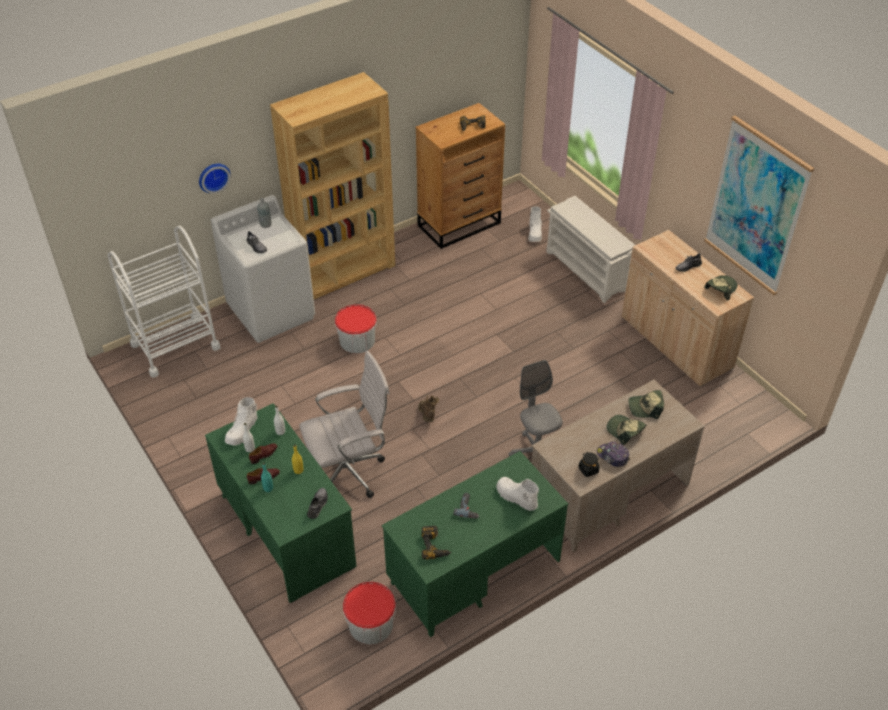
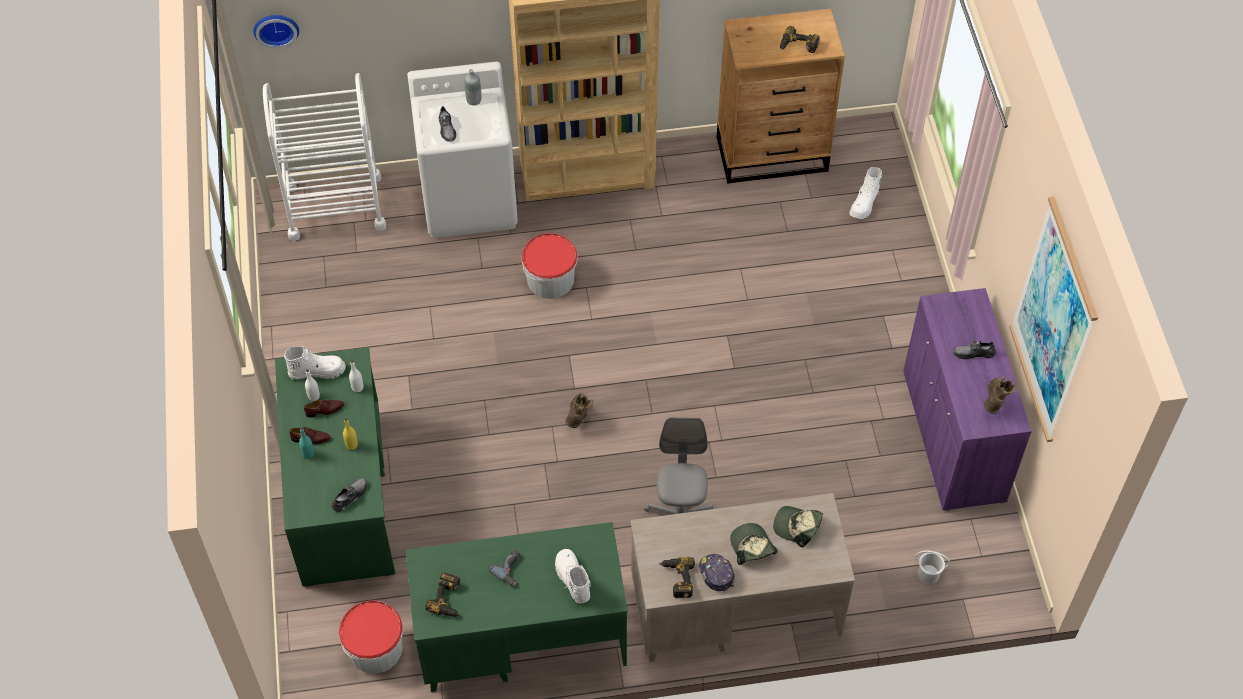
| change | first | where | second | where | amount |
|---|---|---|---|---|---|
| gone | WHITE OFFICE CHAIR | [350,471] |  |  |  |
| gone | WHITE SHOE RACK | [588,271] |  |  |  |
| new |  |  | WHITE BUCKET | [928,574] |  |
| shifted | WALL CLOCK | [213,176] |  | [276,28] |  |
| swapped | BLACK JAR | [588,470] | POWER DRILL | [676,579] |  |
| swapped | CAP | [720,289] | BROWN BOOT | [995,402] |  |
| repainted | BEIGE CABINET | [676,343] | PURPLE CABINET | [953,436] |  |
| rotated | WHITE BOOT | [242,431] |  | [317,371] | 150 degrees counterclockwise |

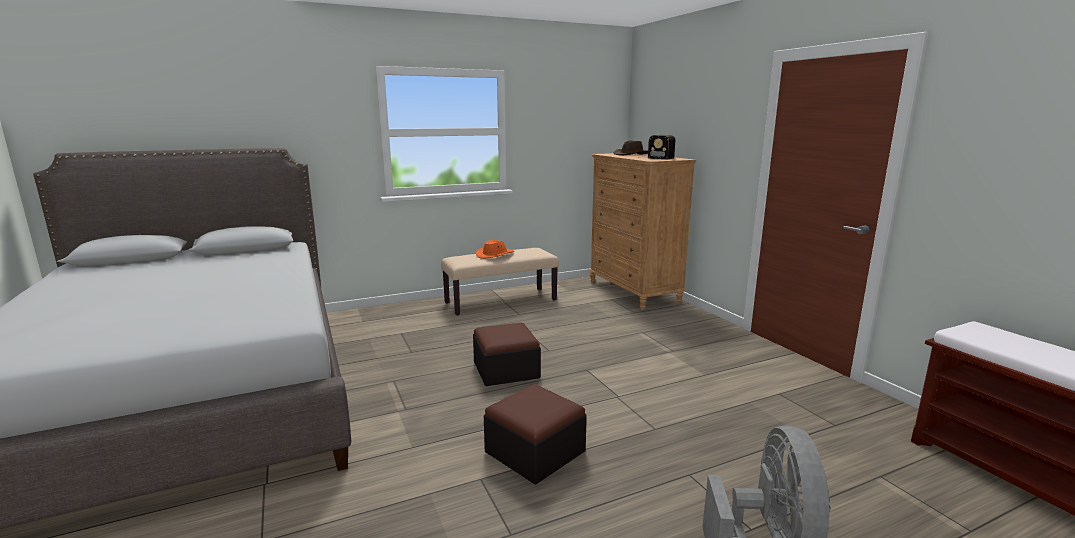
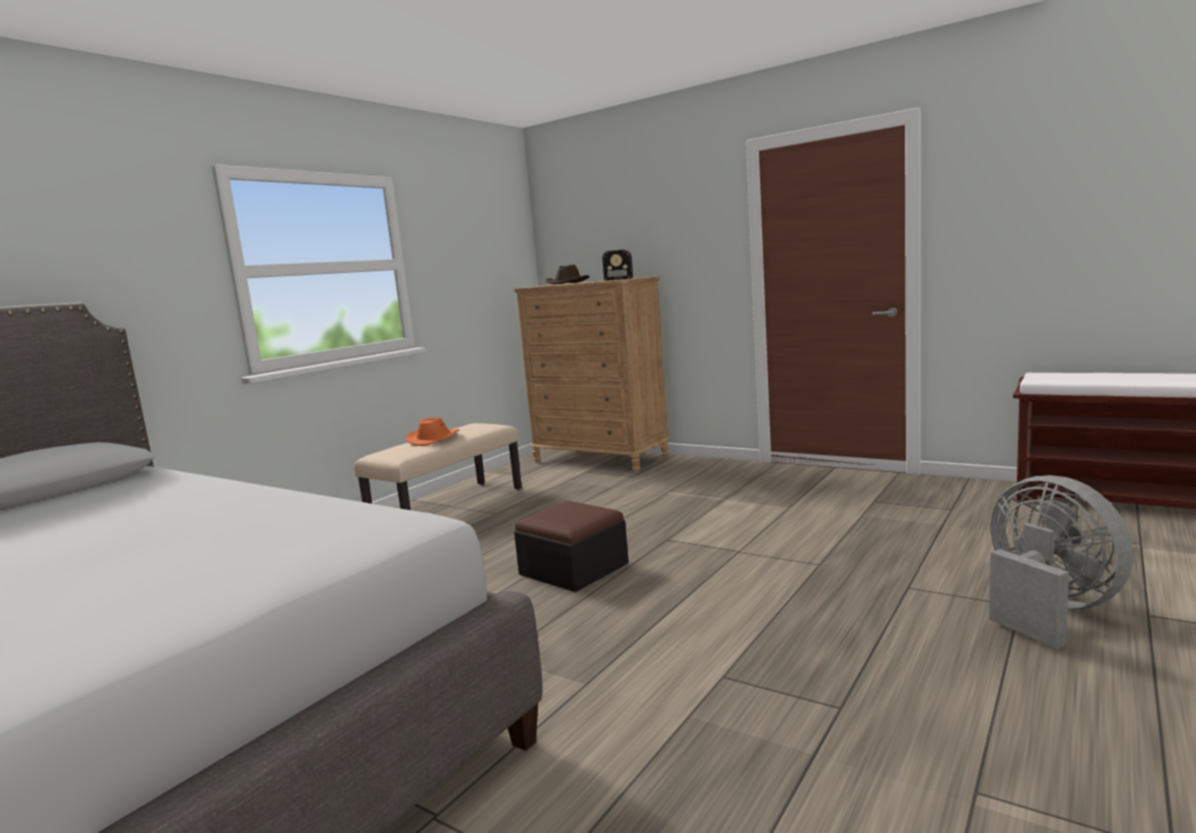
| change | first | where | second | where | amount |
|---|---|---|---|---|---|
| gone | OTTOMAN | [535,452] |  |  |  |

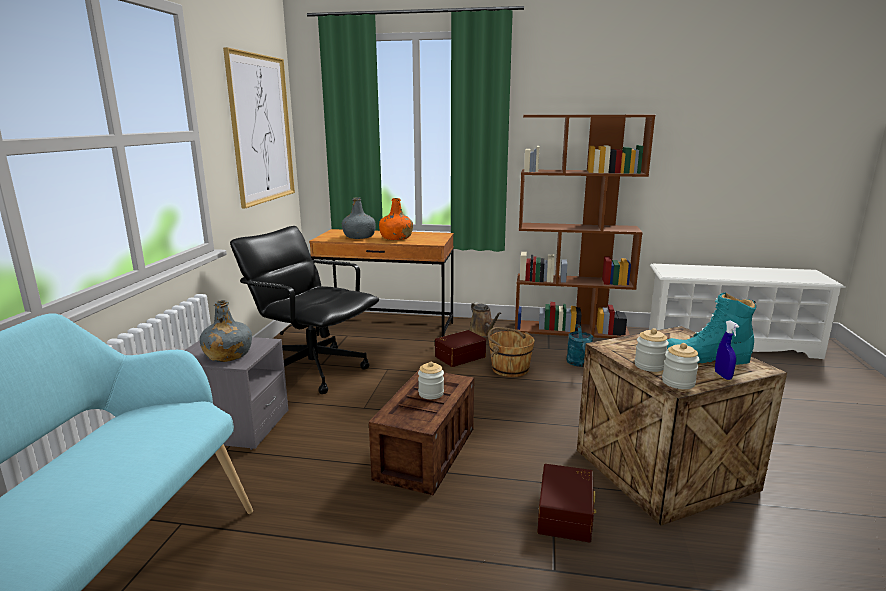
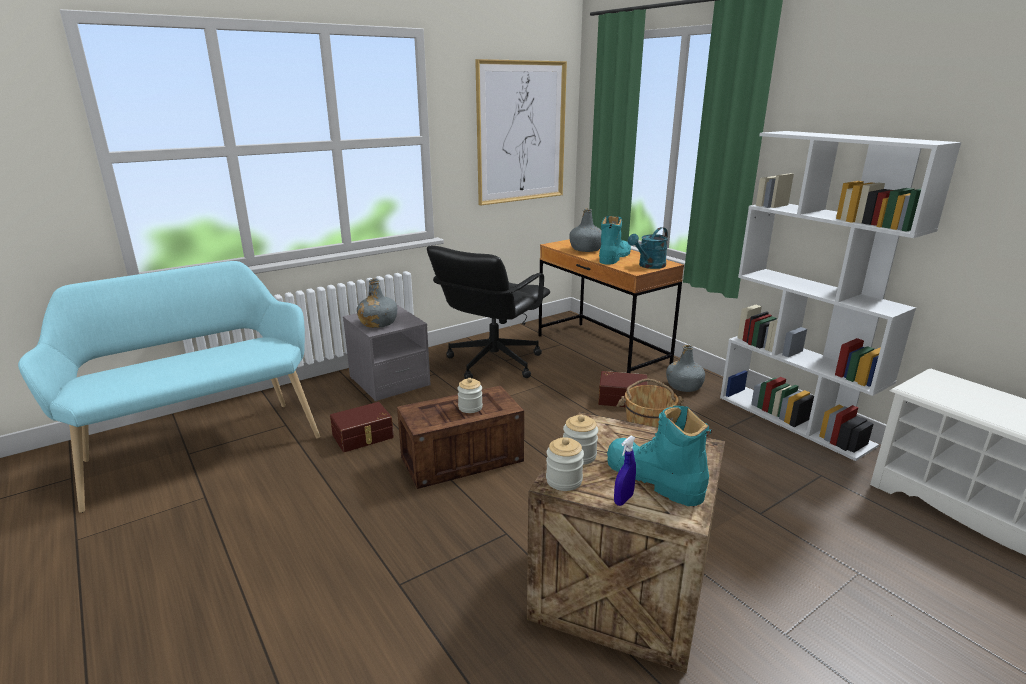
| change | first | where | second | where | amount |
|---|---|---|---|---|---|
| shifted | BROWN STORAGE BOX | [567,514] |  | [363,437] |  |
| shifted | TURQUOISE WATERING CAN | [580,363] |  | [649,266] |  |
| swapped | ORANGE BOTTLE | [396,238] | TURQUOISE BOOT | [614,257] |  |
| swapped | BROWN WATERING CAN | [483,333] | GREY BOTTLE | [684,386] |  |
| repainted | BROWN BOOKCASE | [571,330] | WHITE BOOKCASE | [794,420] |  |
| rotated | BLACK OFFICE CHAIR | [313,370] |  | [492,362] | 135 degrees counterclockwise |

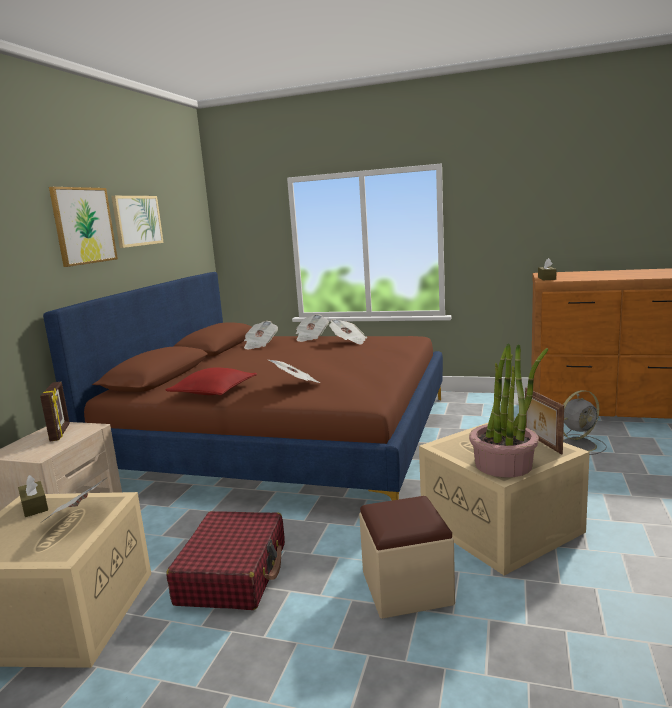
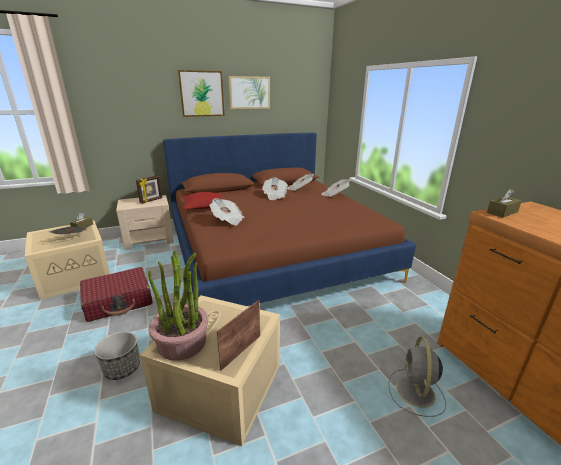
| change | first | where | second | where | amount |
|---|---|---|---|---|---|
| shifted | NEWSPAPER | [349,341] |  | [274,196] |  |
| swapped | BEIGE OTTOMAN | [406,588] | PLANTER | [122,368] |  |
| rotated | GREY FAN | [579,445] |  | [415,392] | 75 degrees clockwise |

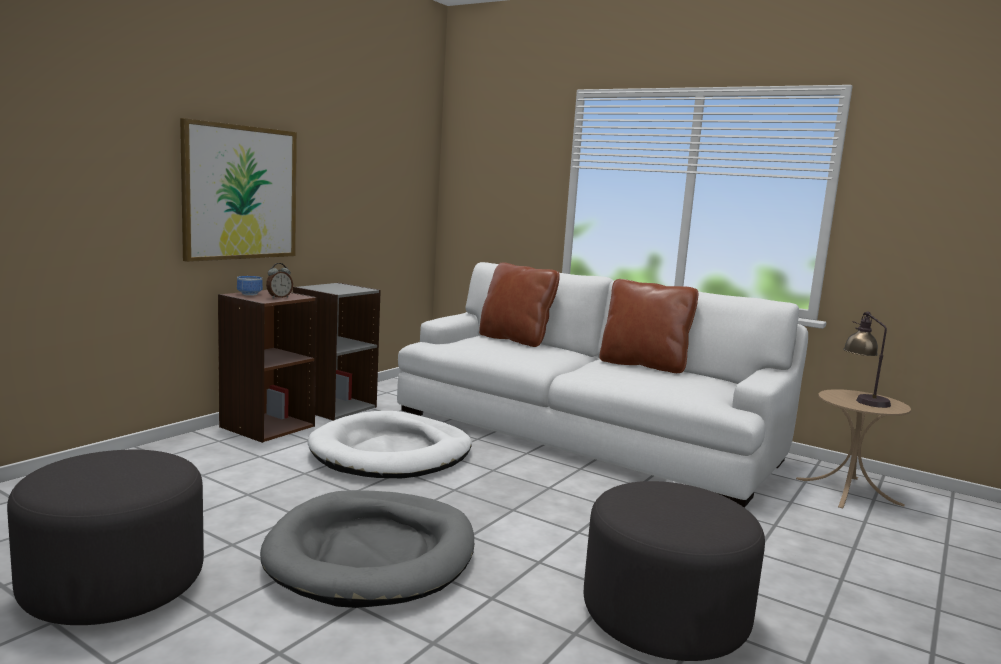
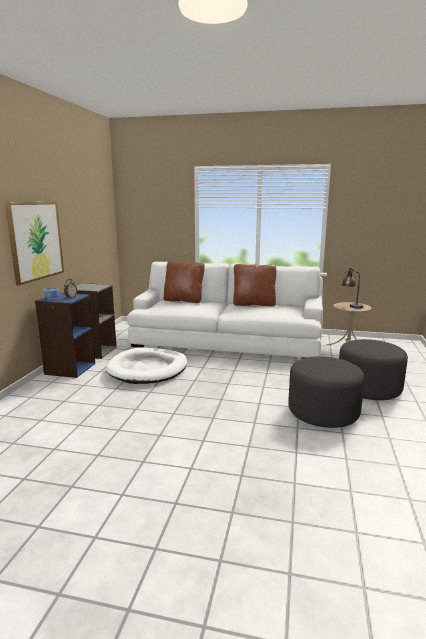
| change | first | where | second | where | amount |
|---|---|---|---|---|---|
| gone | GREY DOG BED | [372,554] |  |  |  |
| shifted | GREY OTTOMAN | [114,584] |  | [368,388] |  |
| repainted | BROWN BOOKCASE | [267,426] | BLUE BOOKCASE | [69,368] |  |

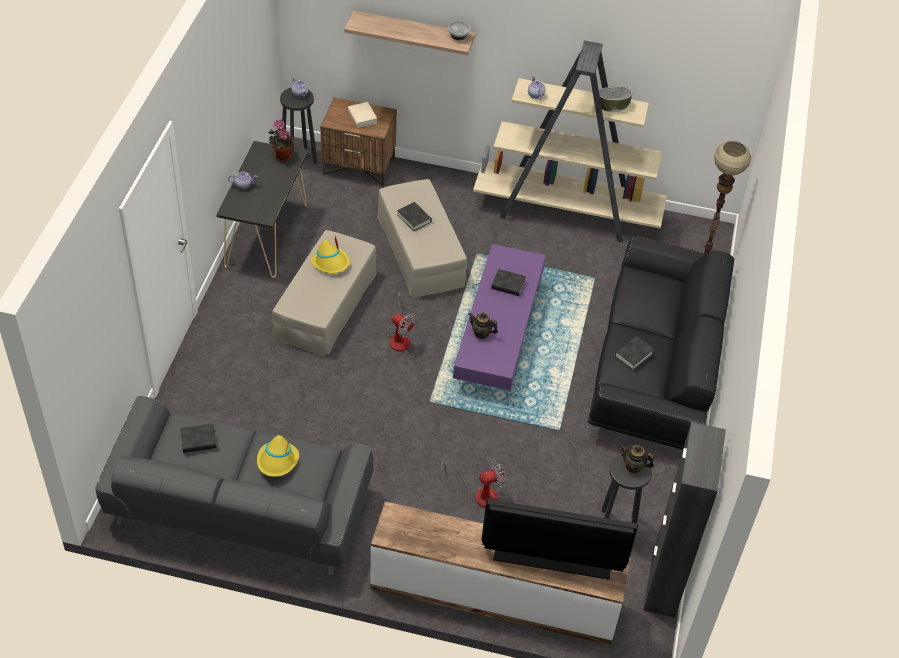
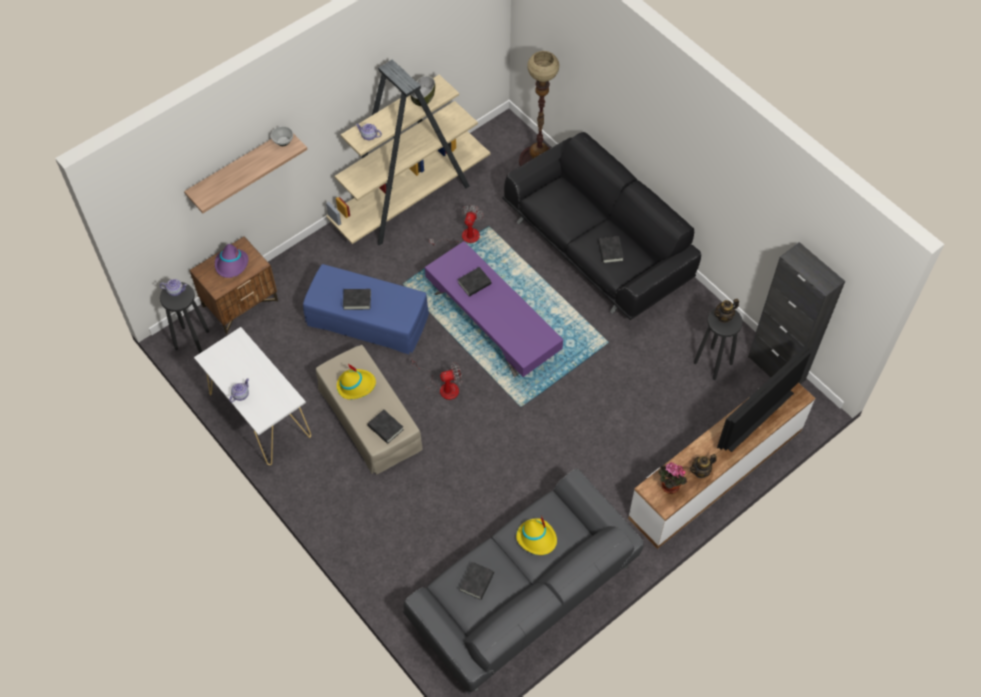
| change | first | where | second | where | amount |
|---|---|---|---|---|---|
| new |  |  | BLACK BOOK | [385,428] |  |
| shifted | POTTED PLANT | [282,156] |  | [668,486] |  |
| shifted | FAN | [479,494] |  | [464,238] |  |
| shifted | TEAPOT | [481,333] |  | [701,471] |  |
| swapped | BEIGE BOOK | [362,117] | PURPLE HAT | [231,265] |  |
| repainted | BLACK CONSOLE TABLE | [266,235] | WHITE CONSOLE TABLE | [259,414] |  |
| repainted | BEIGE OTTOMAN | [421,250] | BLUE OTTOMAN | [367,318] |  |

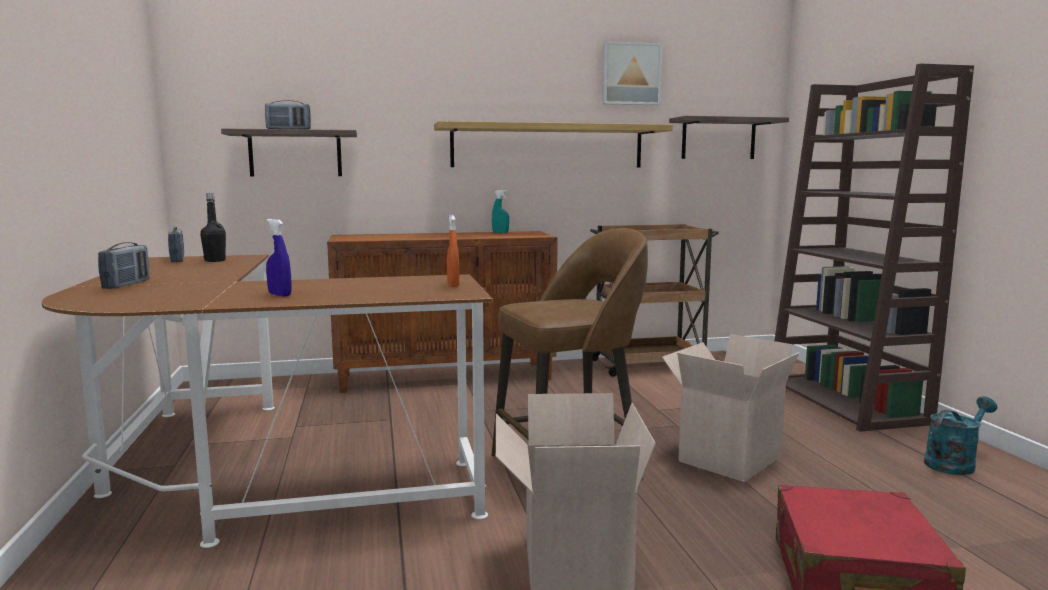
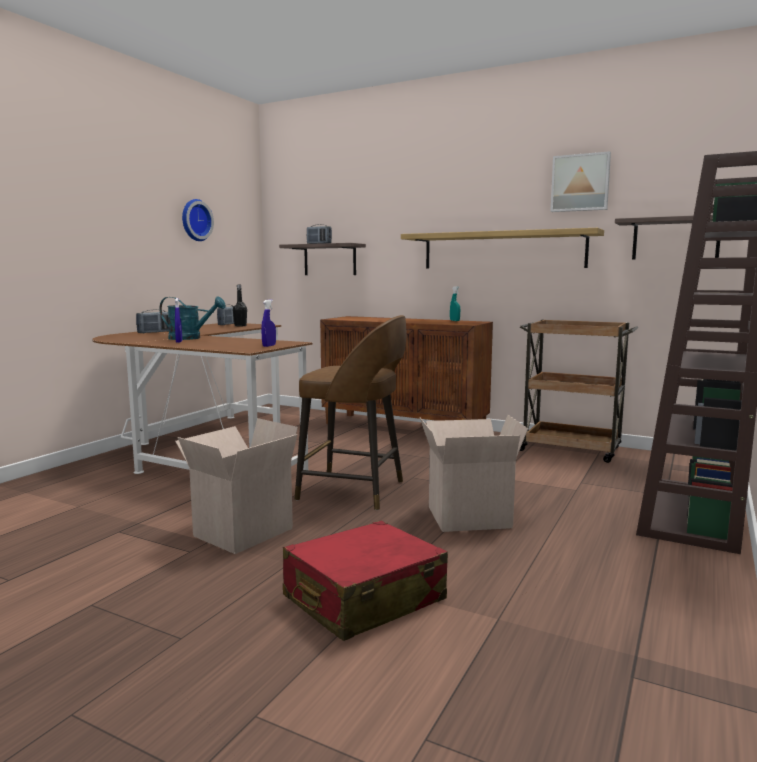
| change | first | where | second | where | amount |
|---|---|---|---|---|---|
| new |  |  | WALL CLOCK | [195,220] |  |
| shifted | TURQUOISE WATERING CAN | [954,463] |  | [191,338] |  |
| repainted | ORANGE SPRAY BOTTLE | [453,285] | BLUE SPRAY BOTTLE | [269,346] |  |

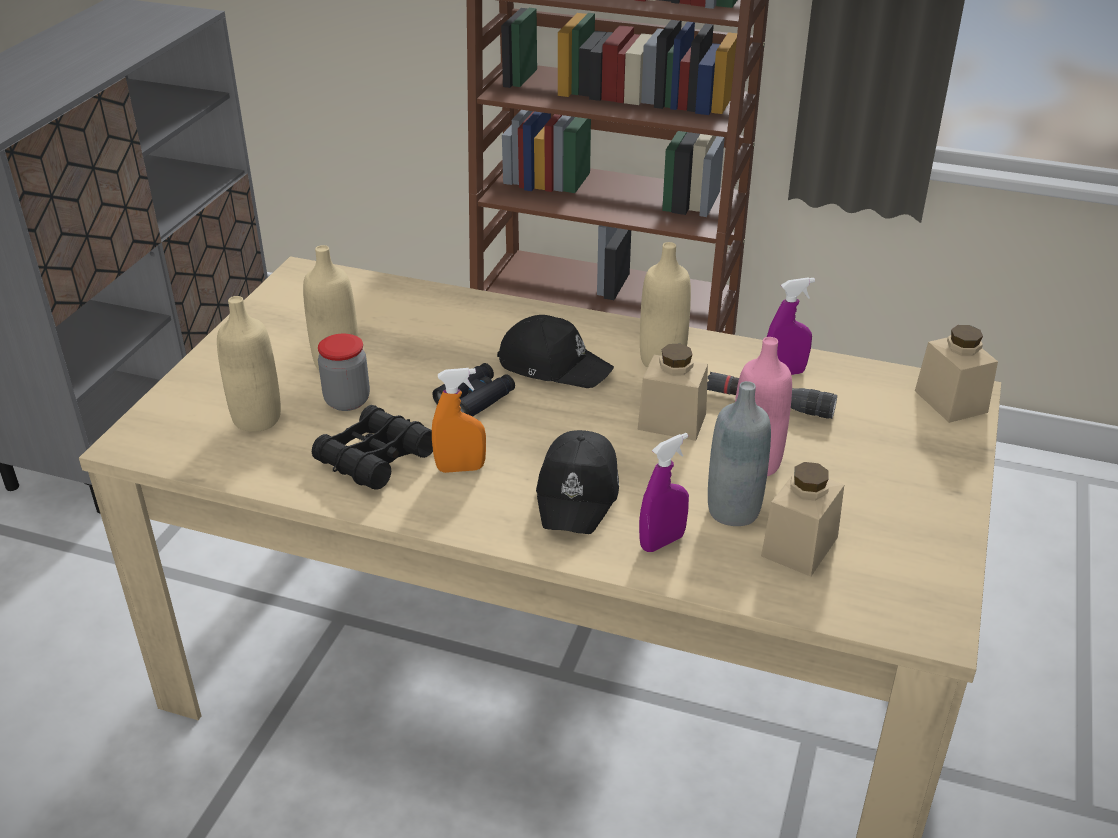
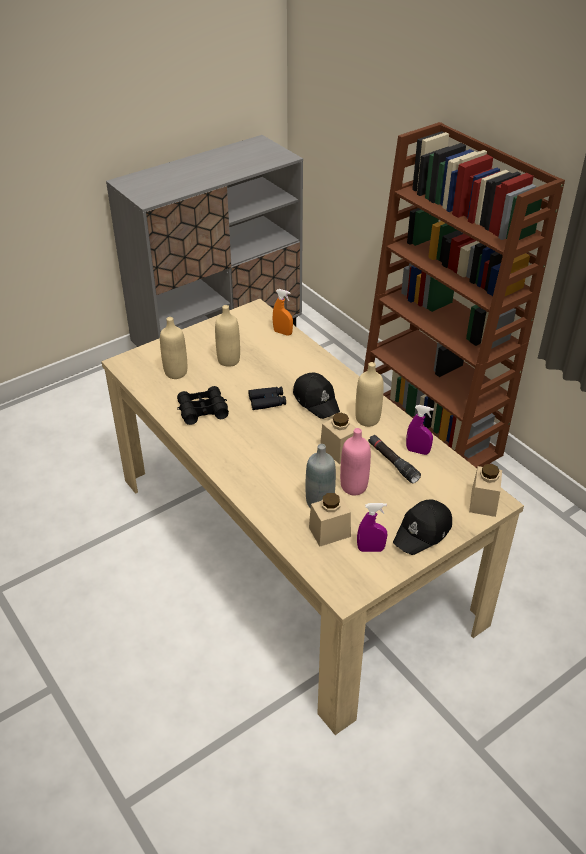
| change | first | where | second | where | amount |
|---|---|---|---|---|---|
| gone | JAR | [347,401] |  |  |  |
| shifted | ORANGE SPRAY BOTTLE | [460,468] |  | [282,332] |  |
| shifted | BLACK CAP | [579,493] |  | [423,532] |  |
| shifted | PURPLE SPRAY BOTTLE | [662,542] |  | [370,549] |  |

